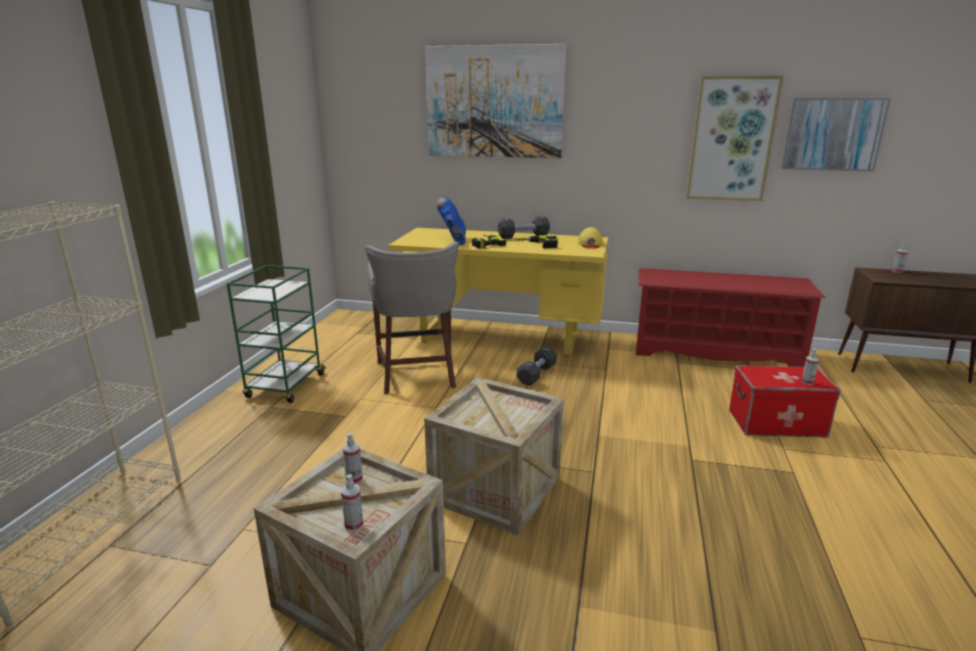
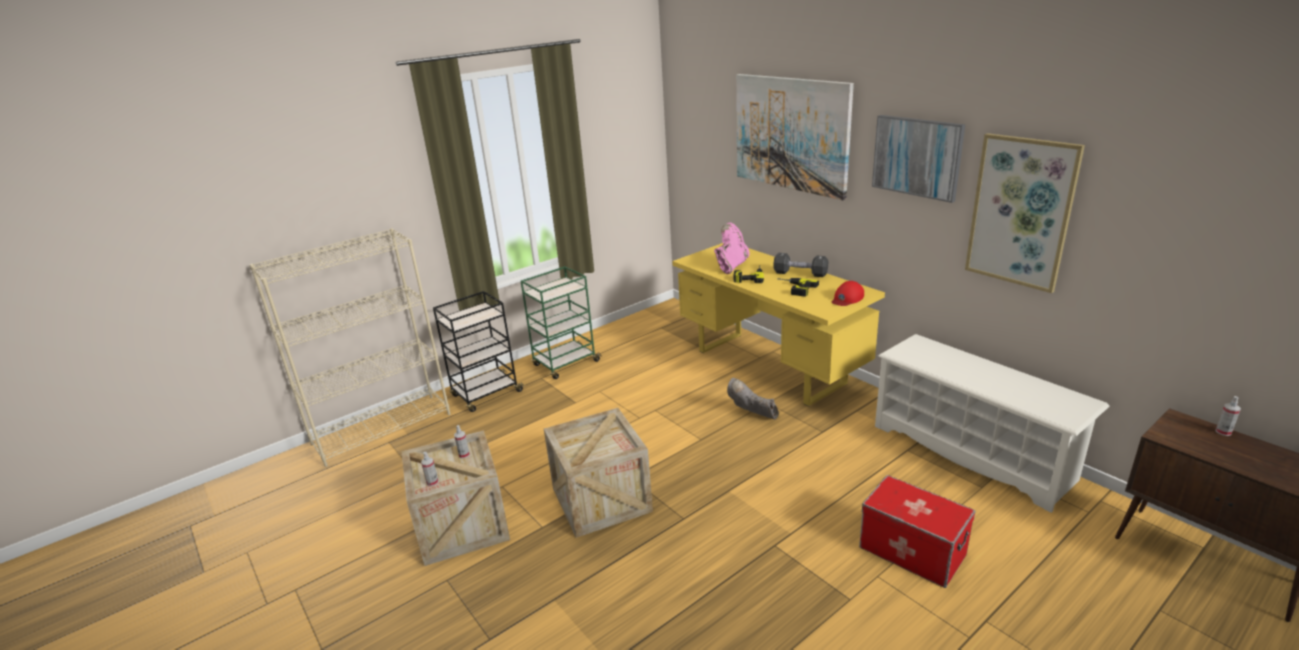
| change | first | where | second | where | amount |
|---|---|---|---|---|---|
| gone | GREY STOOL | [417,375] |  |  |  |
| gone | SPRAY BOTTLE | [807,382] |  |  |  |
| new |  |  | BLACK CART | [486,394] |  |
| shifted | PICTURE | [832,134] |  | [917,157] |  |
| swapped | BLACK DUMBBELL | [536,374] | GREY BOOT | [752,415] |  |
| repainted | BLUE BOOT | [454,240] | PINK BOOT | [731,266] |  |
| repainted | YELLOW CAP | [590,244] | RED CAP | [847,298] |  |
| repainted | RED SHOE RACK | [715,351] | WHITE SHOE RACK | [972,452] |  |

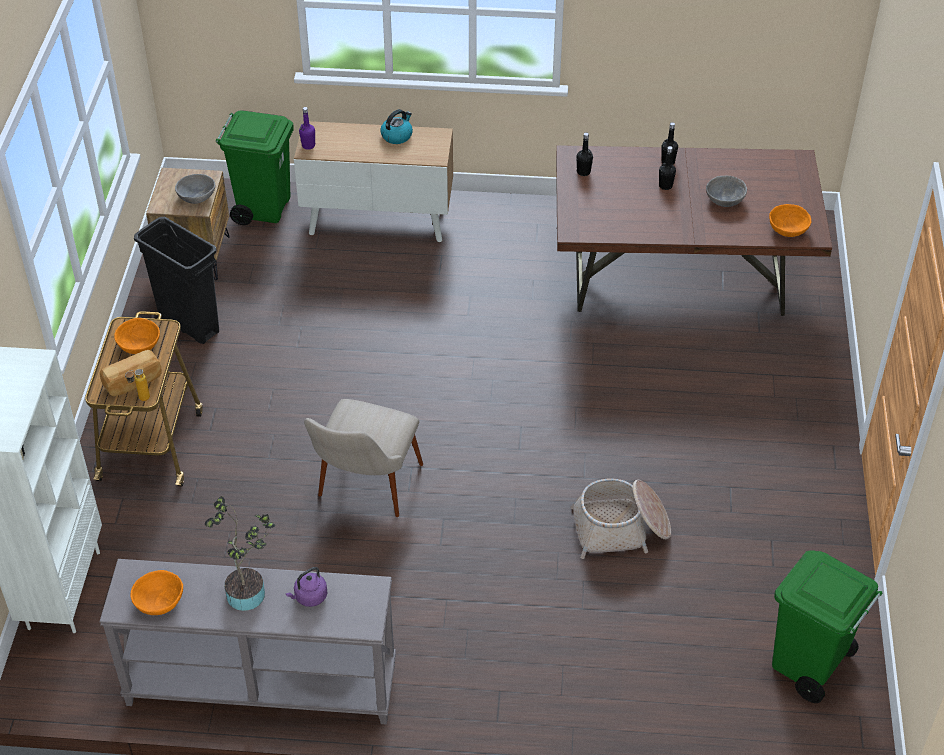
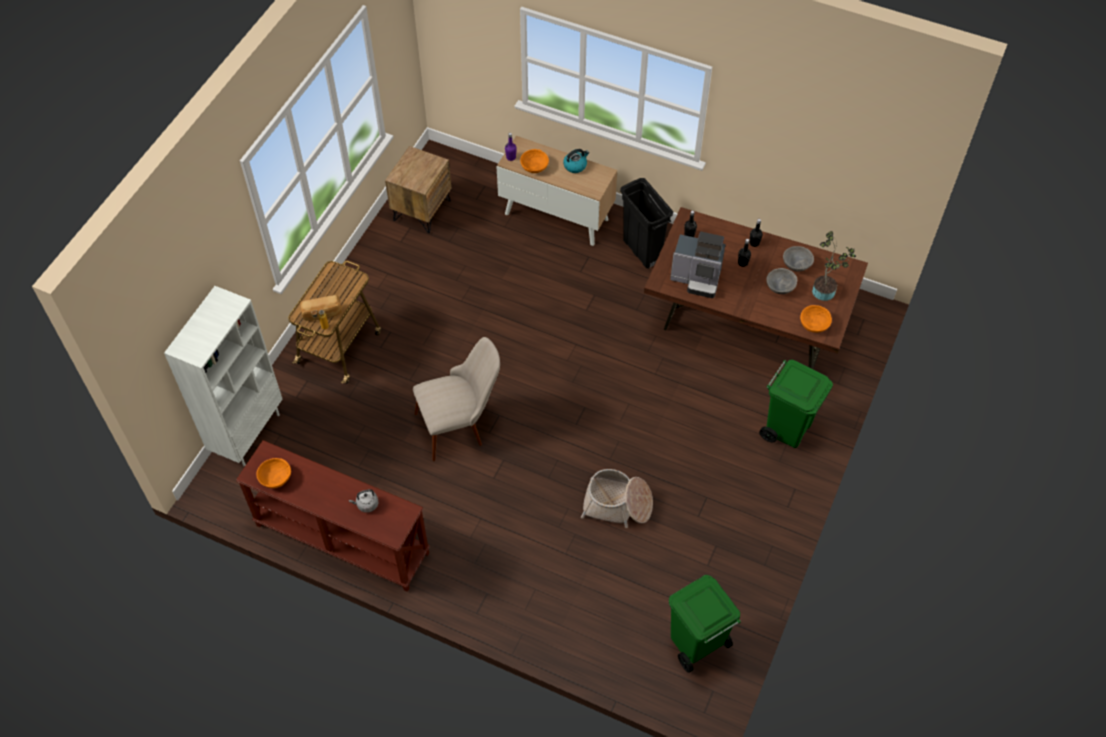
| change | first | where | second | where | amount |
|---|---|---|---|---|---|
| new |  |  | COFFEE MACHINE | [697,279] |  |
| shifted | ORANGE BOWL | [139,345] |  | [534,166] |  |
| shifted | BLACK TRASH CAN | [190,325] |  | [642,251] |  |
| shifted | GREY BOWL | [196,197] |  | [796,264] |  |
| shifted | POTTED PLANT | [249,591] |  | [826,290] |  |
| shifted | GREEN TRASH CAN | [264,208] |  | [787,428] |  |
| repainted | GREY CONSOLE TABLE | [260,686] | BROWN CONSOLE TABLE | [341,540] |  |
| repainted | PURPLE KETTLE | [309,597] | GREY KETTLE | [366,505] |  |
| rotated | BEIGE CHAIR | [364,493] |  | [460,425] | 150 degrees counterclockwise |

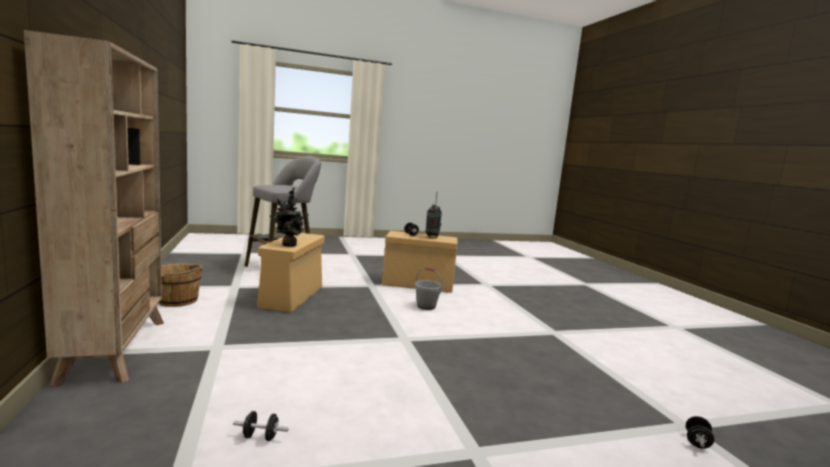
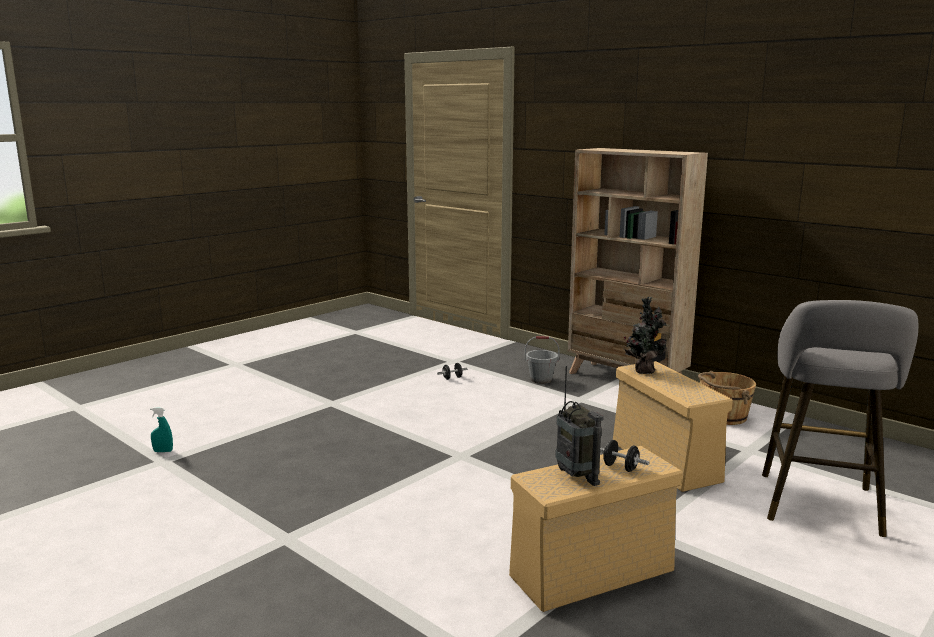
| change | first | where | second | where | amount |
|---|---|---|---|---|---|
| shifted | GREY BUCKET | [426,306] |  | [541,380] |  |
| swapped | BLACK DUMBBELL | [697,442] | TURQUOISE SPRAY BOTTLE | [163,451] |  |

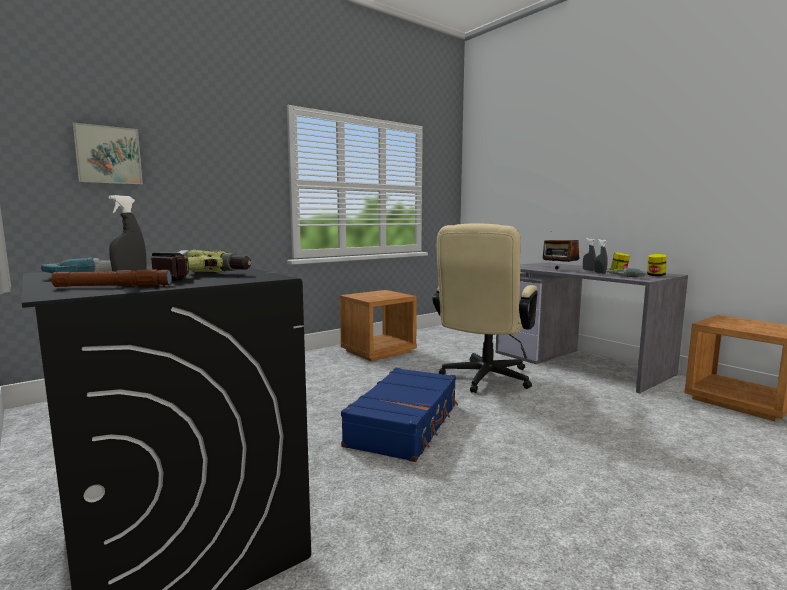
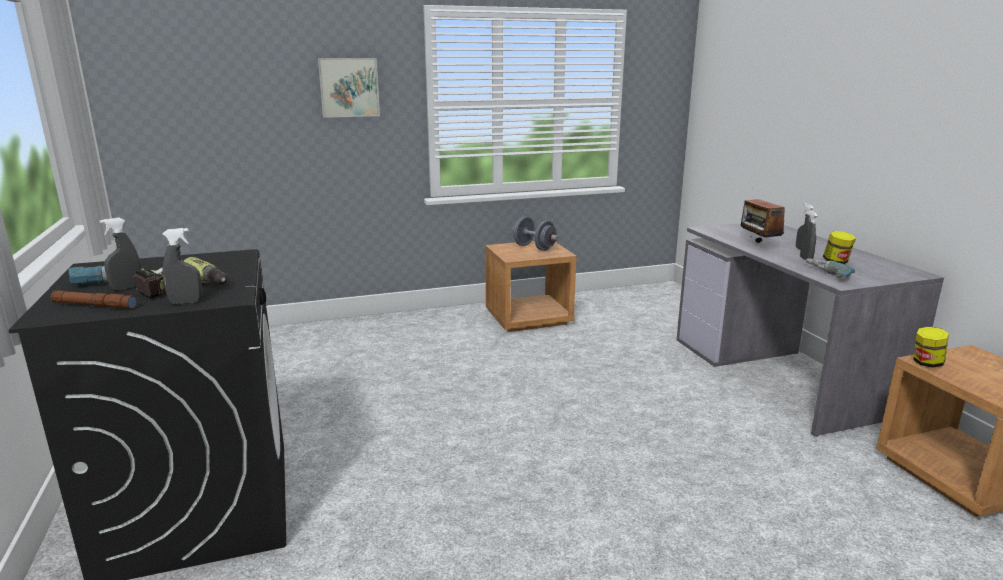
| change | first | where | second | where | amount |
|---|---|---|---|---|---|
| gone | BLUE SUITCASE | [405,424] |  |  |  |
| gone | BEIGE OFFICE CHAIR | [483,380] |  |  |  |
| new |  |  | GREY SPRAY BOTTLE | [186,302] |  |
| new |  |  | GREY DUMBBELL | [534,247] |  |
| shifted | PICTURE | [108,155] |  | [349,87] |  |
| shifted | JAR | [655,275] |  | [926,363] |  |

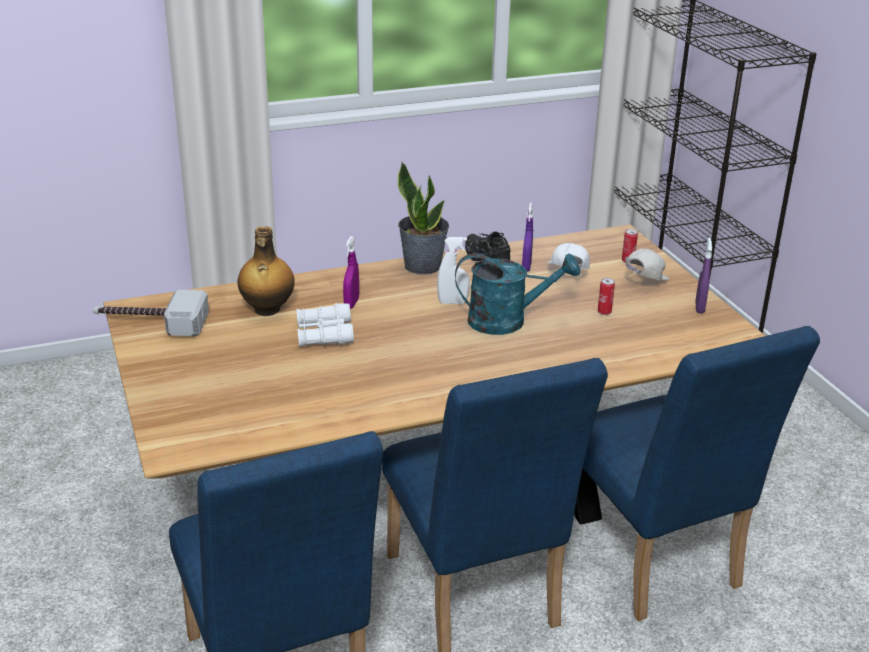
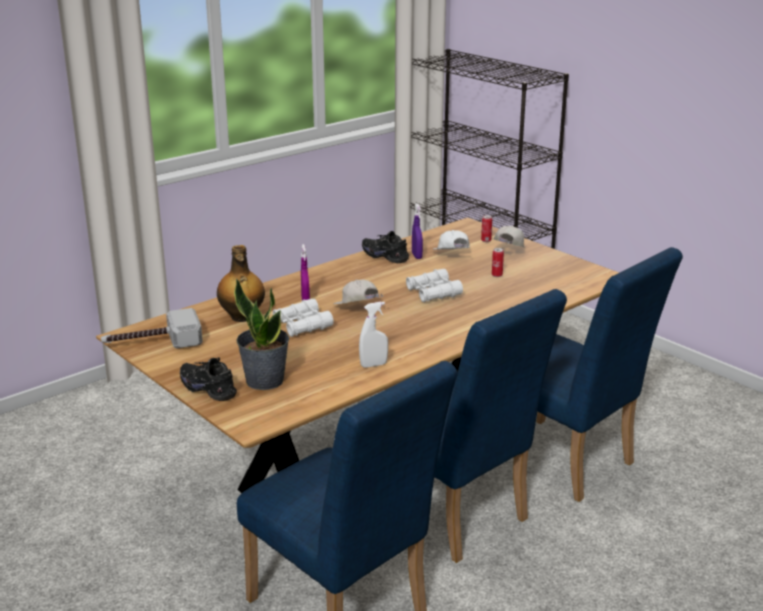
| change | first | where | second | where | amount |
|---|---|---|---|---|---|
| gone | PURPLE SPRAY BOTTLE | [699,307] |  |  |  |
| new |  |  | BLACK SHOE | [210,388] |  |
| new |  |  | WHITE CAP | [357,310] |  |
| shifted | POTTED PLANT | [423,266] |  | [265,380] |  |
| shifted | WHITE SPRAY BOTTLE | [452,302] |  | [373,365] |  |
| swapped | TURQUOISE WATERING CAN | [507,321] | WHITE BINOCULARS | [433,293] |  |

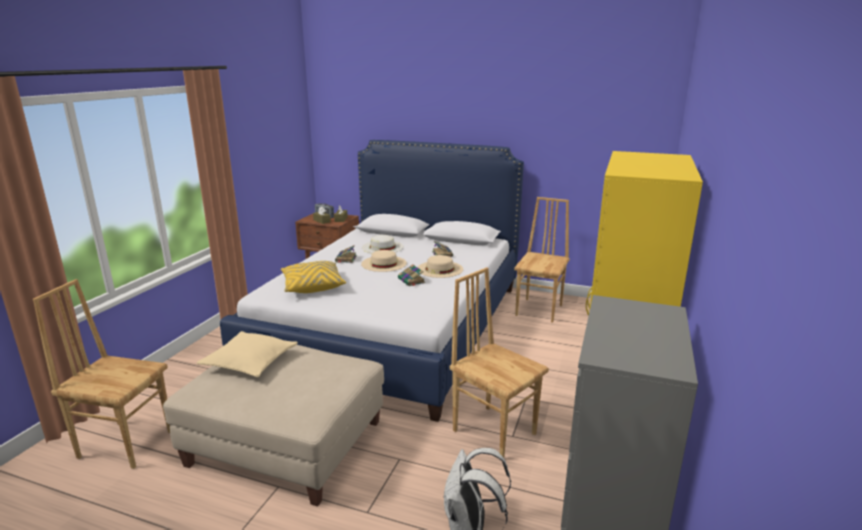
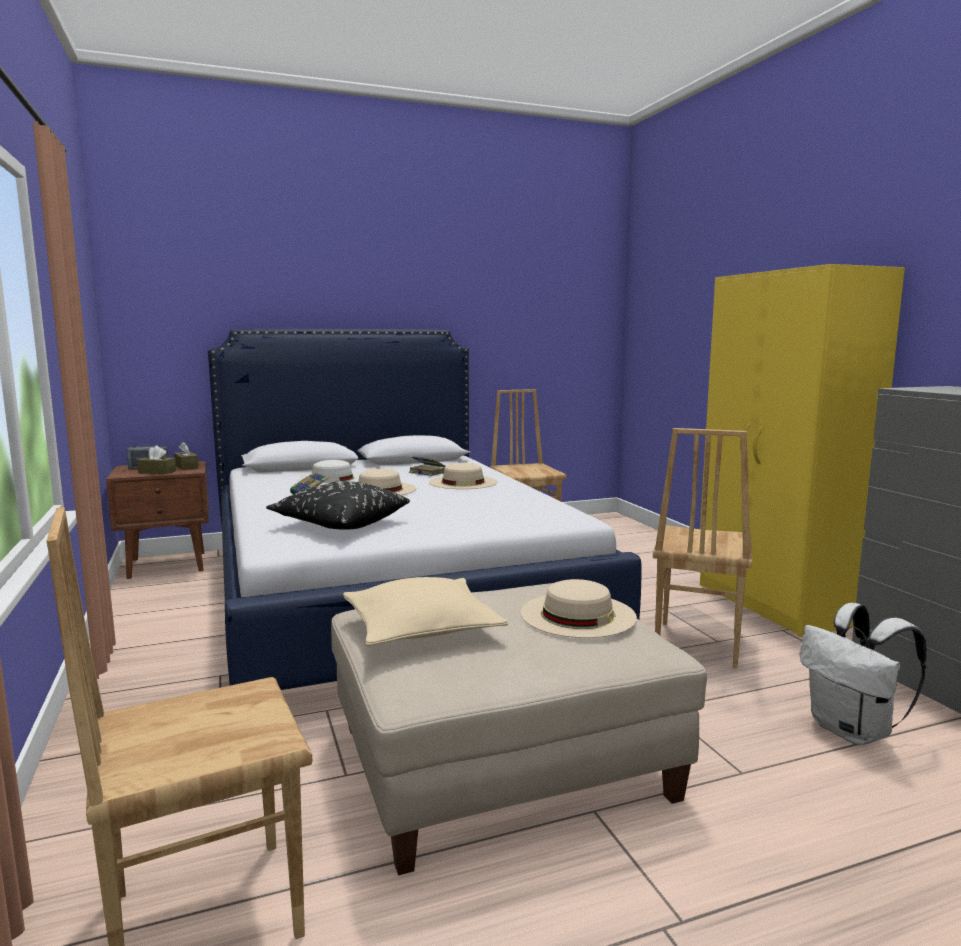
| change | first | where | second | where | amount |
|---|---|---|---|---|---|
| gone | BOOK | [411,281] |  |  |  |
| new |  |  | BEIGE HAT | [578,614] |  |
| repainted | YELLOW PILLOW | [312,286] | BLACK PILLOW | [340,524] |  |
| rotated | BROWN CHAIR | [494,431] |  | [695,644] | 75 degrees counterclockwise |

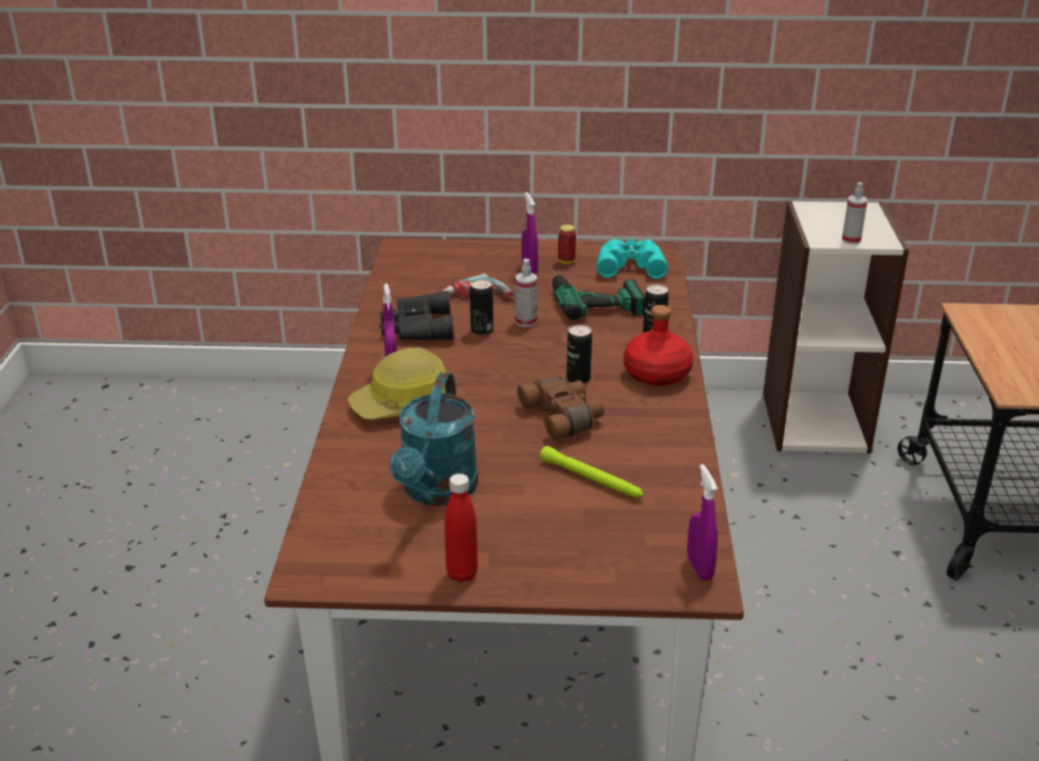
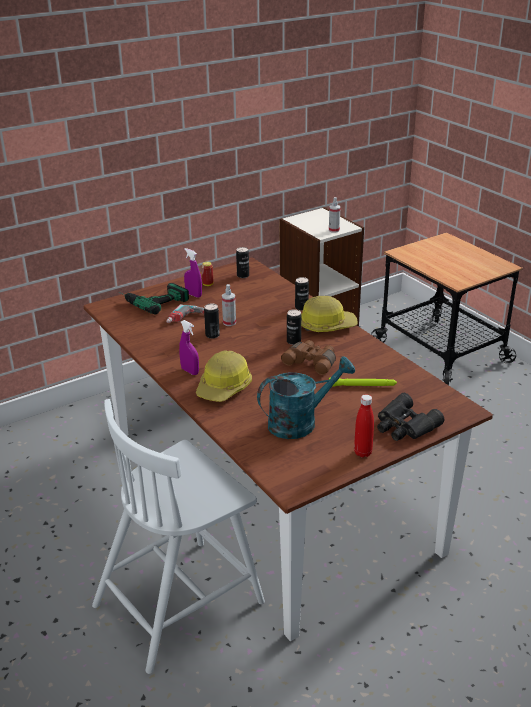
| change | first | where | second | where | amount |
|---|---|---|---|---|---|
| gone | PURPLE SPRAY BOTTLE | [699,568] |  |  |  |
| new |  |  | WHITE CHAIR | [181,601] |  |
| shifted | BLACK BINOCULARS | [416,327] |  | [404,426] |  |
| shifted | POWER DRILL | [592,297] |  | [152,299] |  |
| swapped | TURQUOISE BINOCULARS | [630,264] | CAN | [243,275] |  |
| swapped | RED BOTTLE | [656,373] | HARD HAT | [326,325] |  |
| rotated | TURQUOISE WATERING CAN | [437,492] |  | [300,422] | 90 degrees counterclockwise |

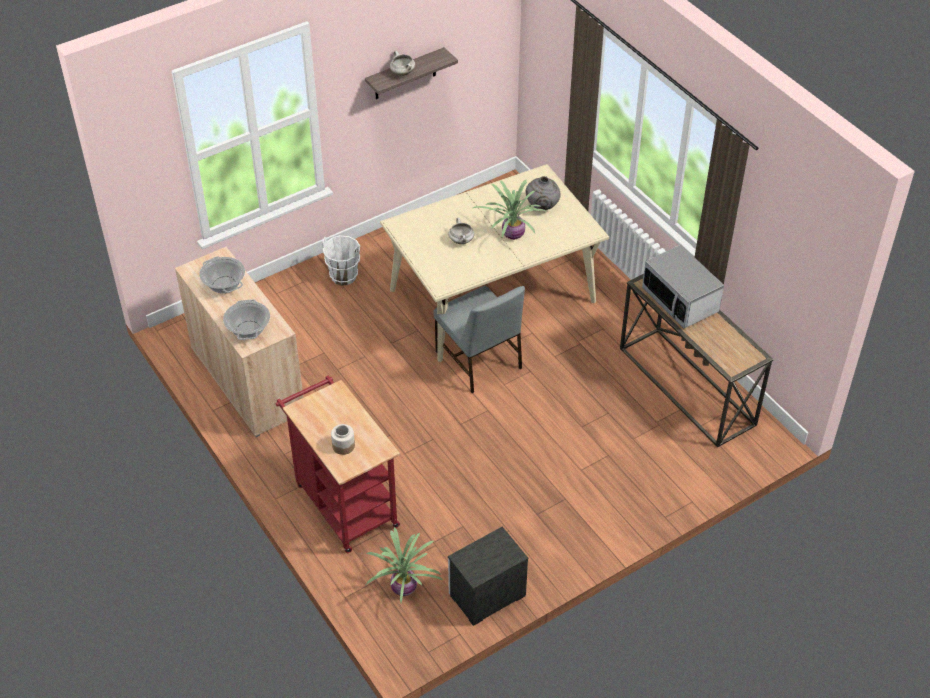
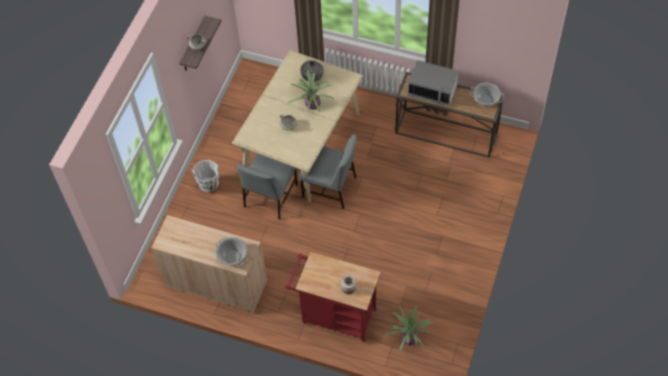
| change | first | where | second | where | amount |
|---|---|---|---|---|---|
| gone | NIGHTSTAND | [486,595] |  |  |  |
| new |  |  | GREY CHAIR | [270,196] |  |
| shifted | COOKING POT | [224,285] |  | [485,100] |  |

